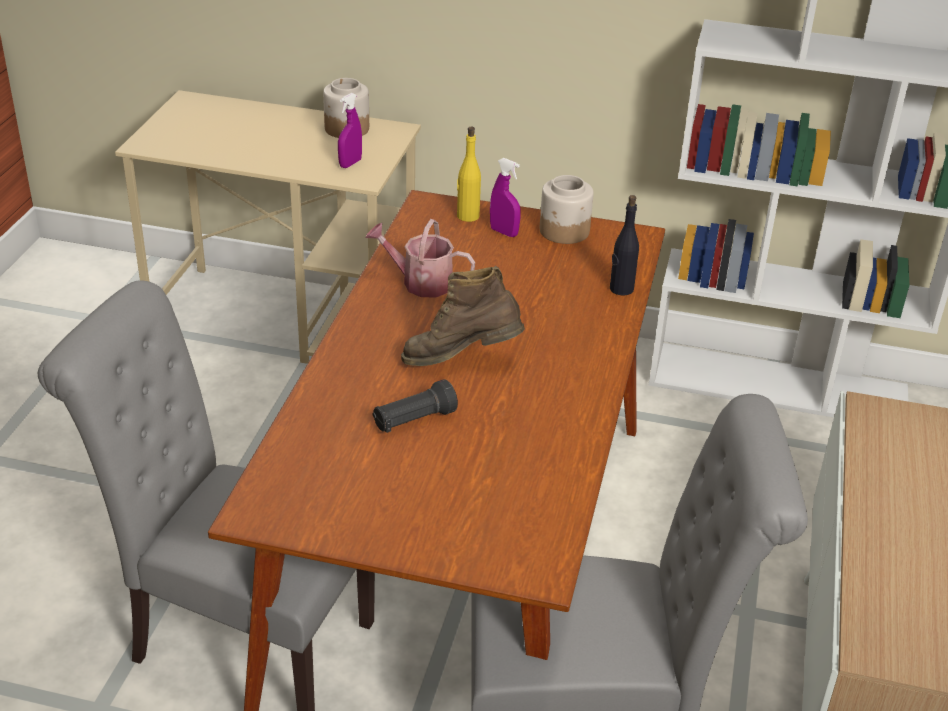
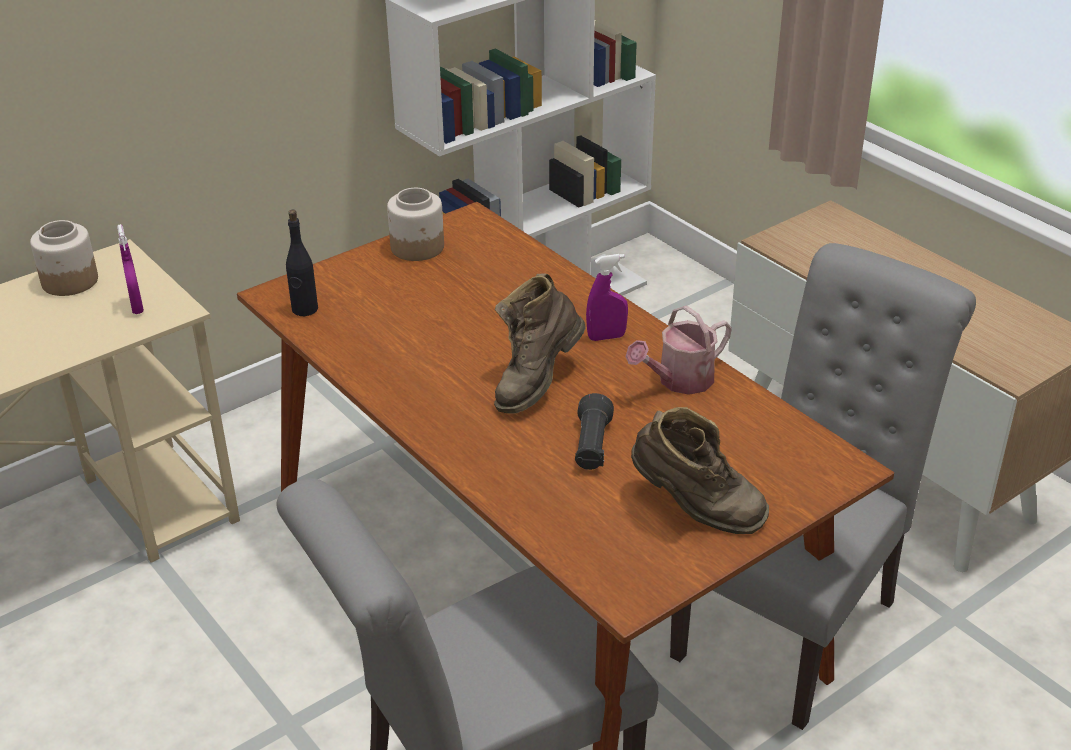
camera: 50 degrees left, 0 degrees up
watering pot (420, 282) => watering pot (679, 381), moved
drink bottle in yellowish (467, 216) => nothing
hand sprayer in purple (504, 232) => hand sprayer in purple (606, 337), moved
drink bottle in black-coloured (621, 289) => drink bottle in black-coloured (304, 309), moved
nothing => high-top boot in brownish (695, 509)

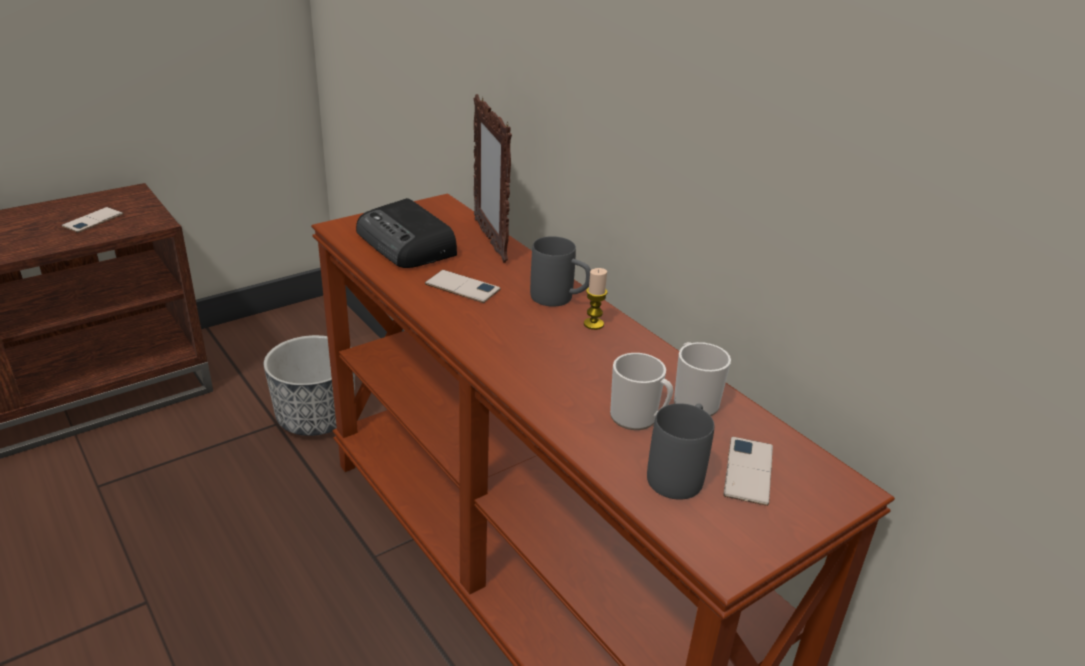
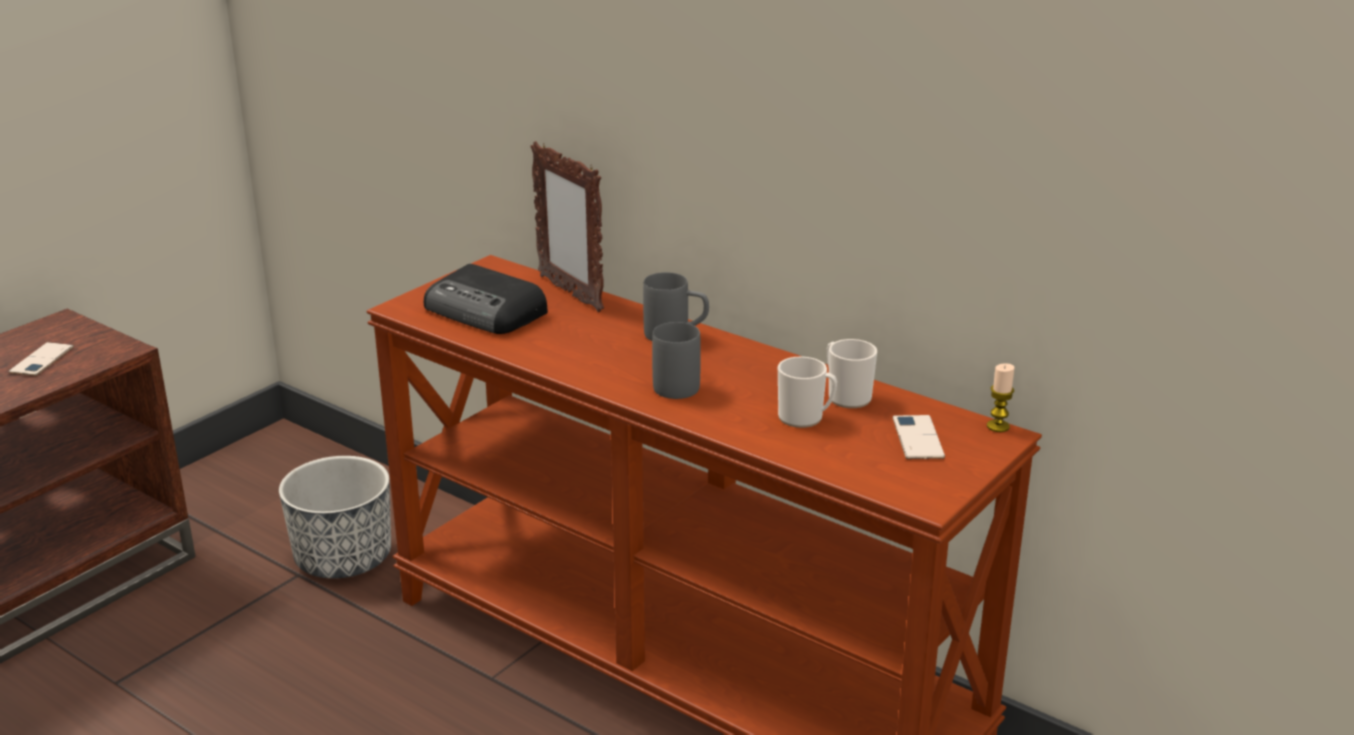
camera: 15 degrees left, 5 degrees down
phone (462, 287) => nothing
wax light (593, 324) => wax light (998, 426), moved
mug in gray (679, 472) => mug in gray (678, 383), moved

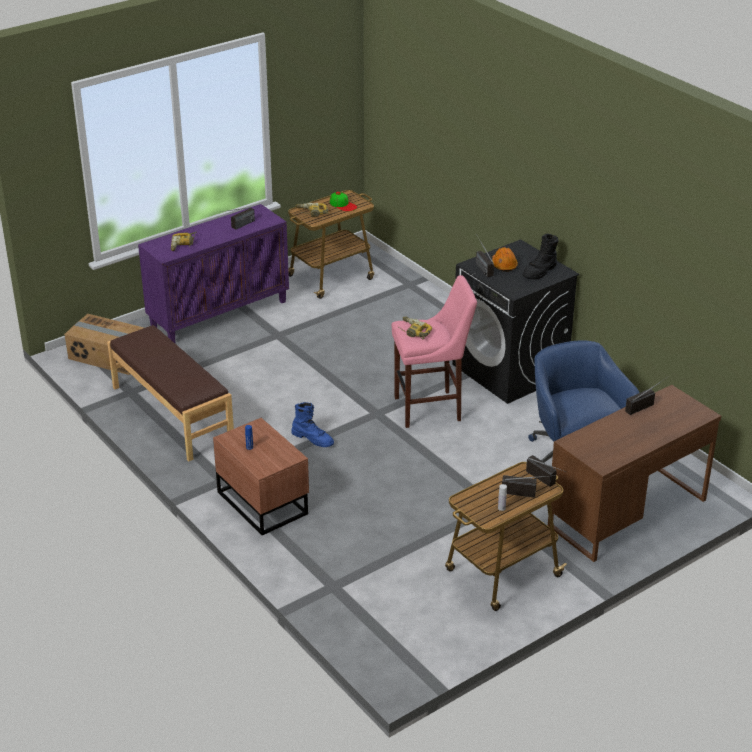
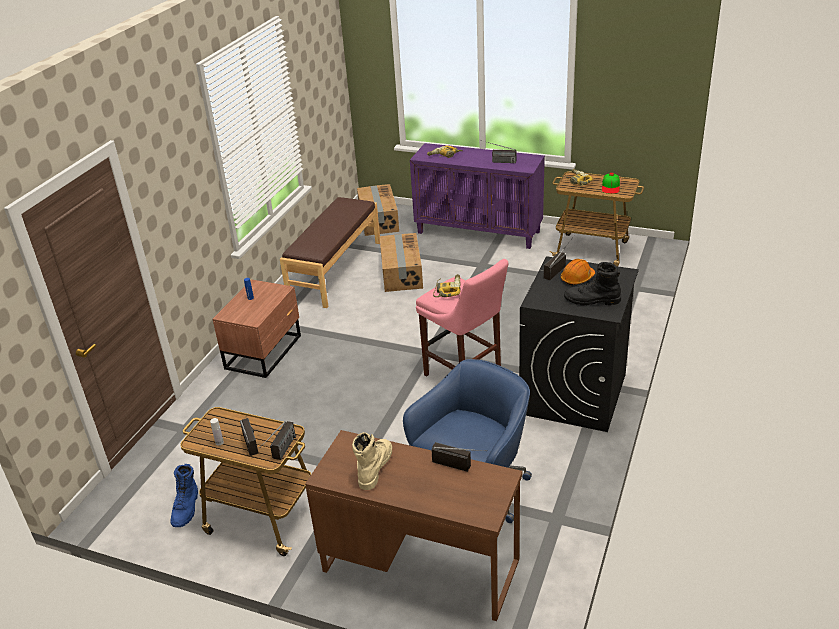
camera: 60 degrees right, 0 degrees up
high-top boot in blue-coloured (313, 439) => high-top boot in blue-coloured (186, 508), moved
nothing => high-top boot in beige (374, 467)
nothing => cardboard box (401, 273)

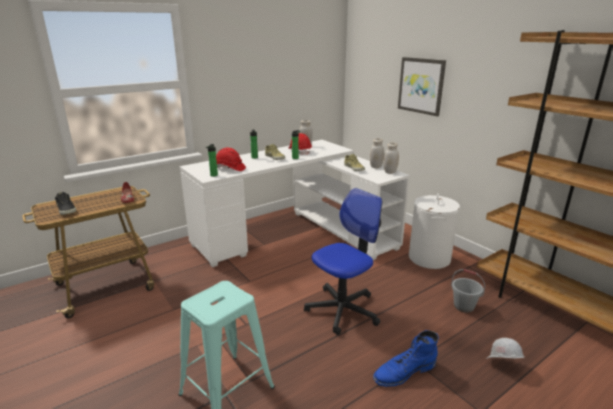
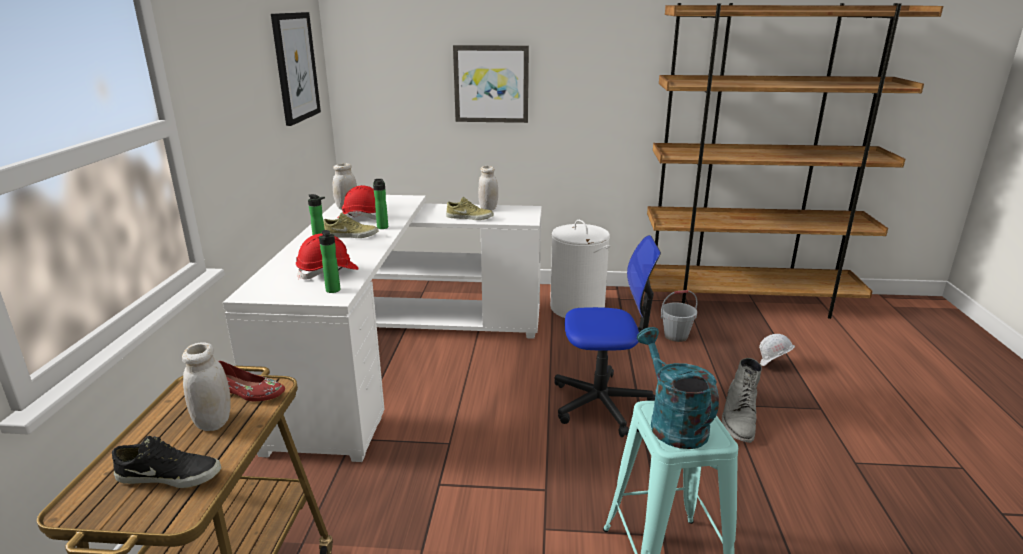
camera: 50 degrees left, 0 degrees up
computer chair (342, 310) => computer chair (602, 403), 90 degrees clockwise
high-top boot in blue-coloured (404, 371) => high-top boot in gray (739, 419)
jar in white (390, 172) => jar in white (214, 422), moved
nothing => wall art (295, 67)
nothing => watering pot in turquoise (672, 422)

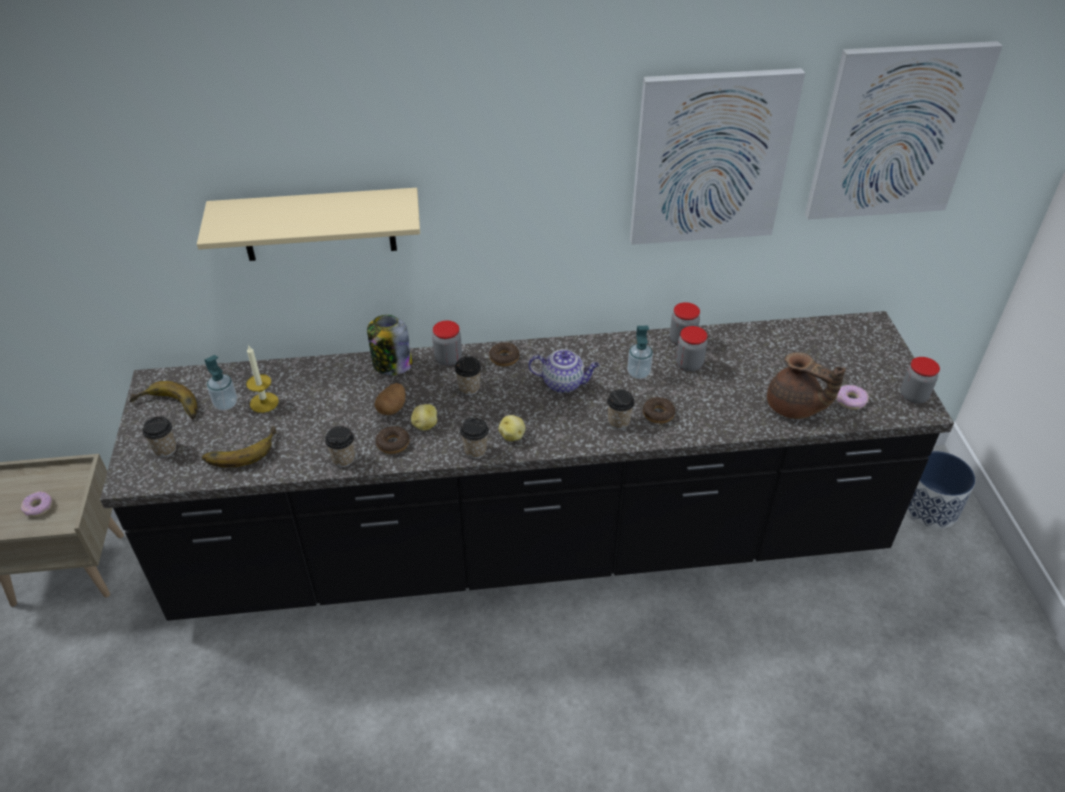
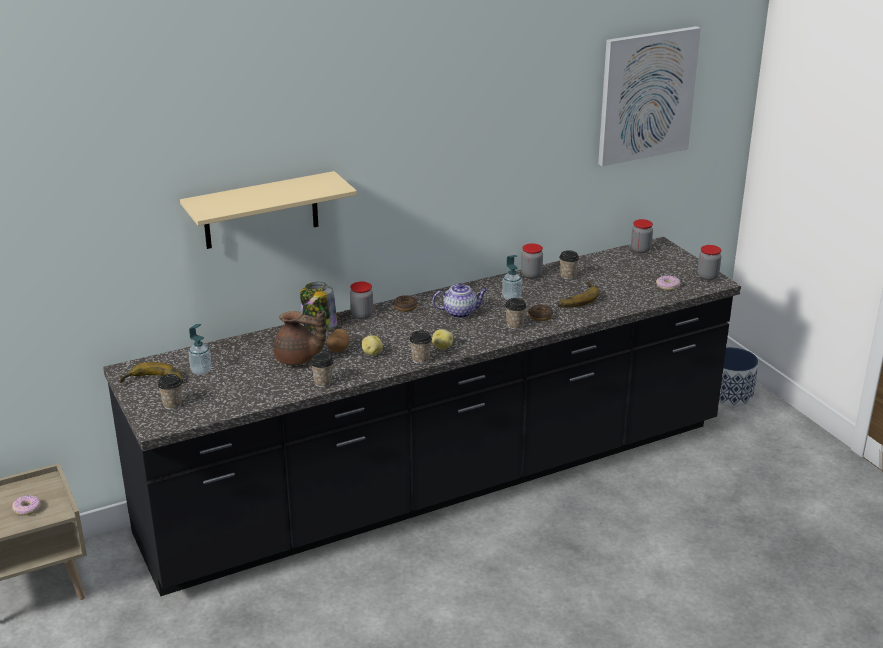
camera: 20 degrees left, 15 degrees down
banana fruit (240, 449) => banana fruit (575, 298), moved
wax light (264, 402) => nothing
doughnut (393, 444) => nothing
drinking cup (469, 388) => drinking cup (568, 276), moved
wall art (710, 158) => nothing
jar (689, 364) => jar (640, 250), moved
tea pot in brownish (794, 408) => tea pot in brownish (298, 359), moved

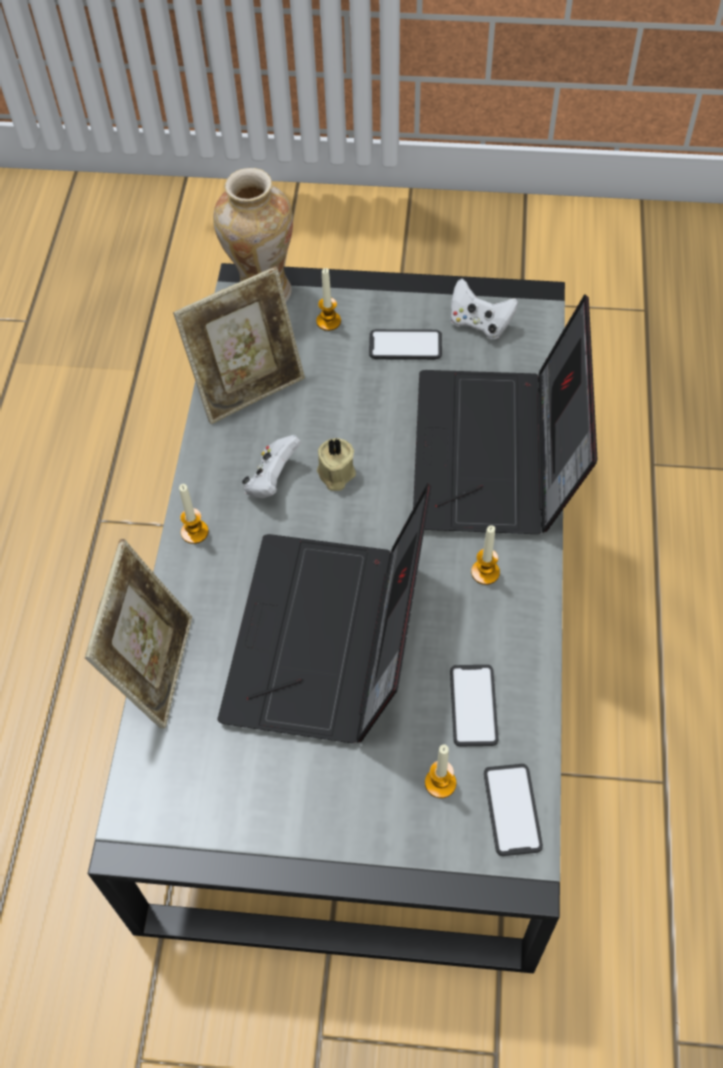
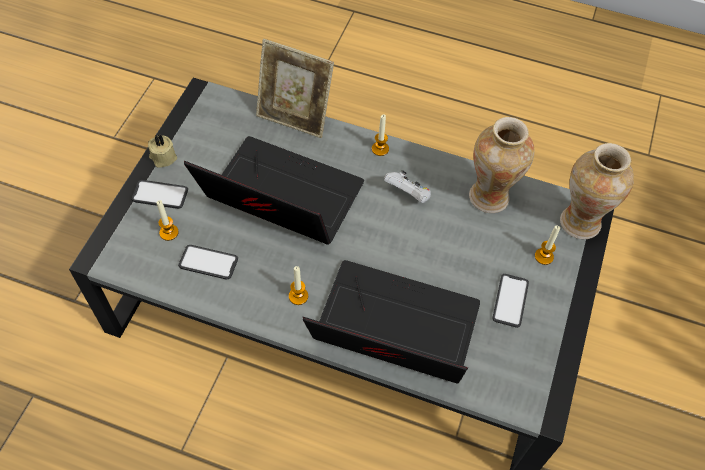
camera: 100 degrees right, 0 degrees up
picture frame (248, 387) => vase (490, 197)
wax light in beige (335, 474) => wax light in beige (163, 157), moved
gamepad in white (479, 323) => nothing
phone (512, 810) => phone (160, 195), moved

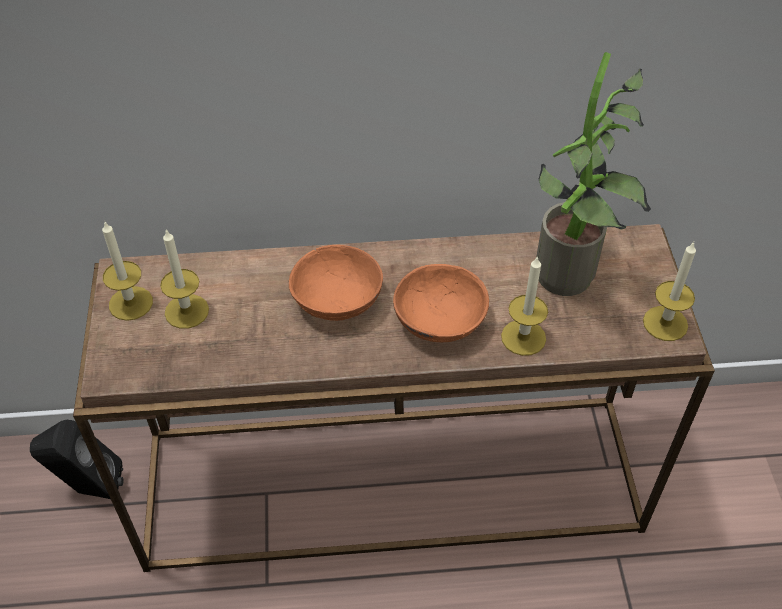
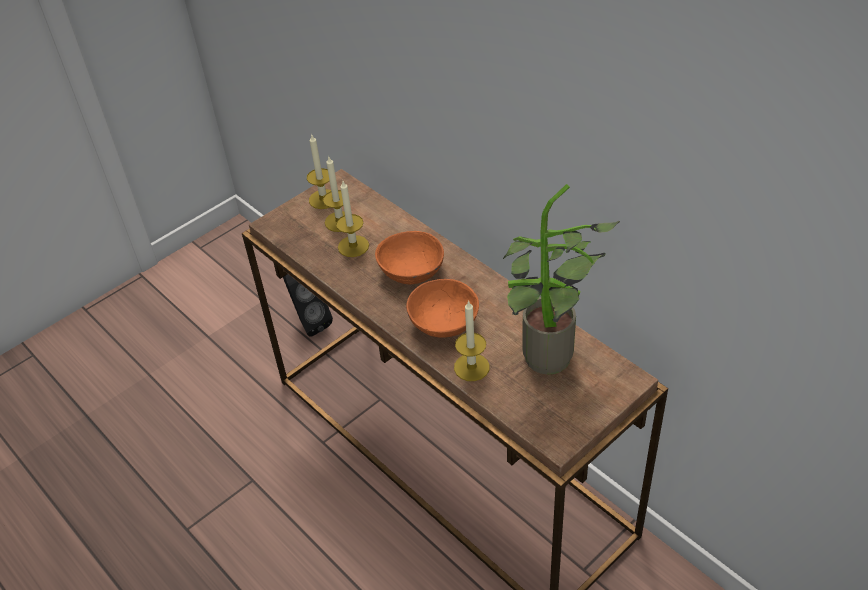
camera: 55 degrees right, 5 degrees down
wax light (665, 323) => wax light (353, 246), moved

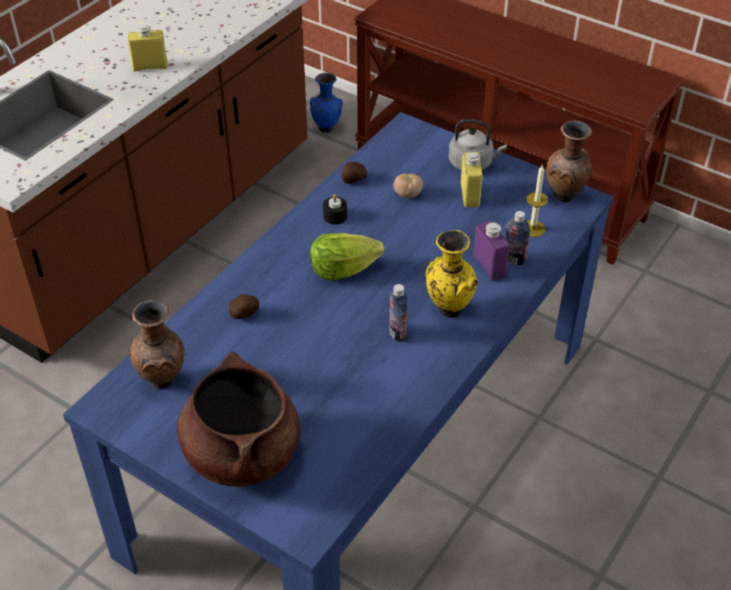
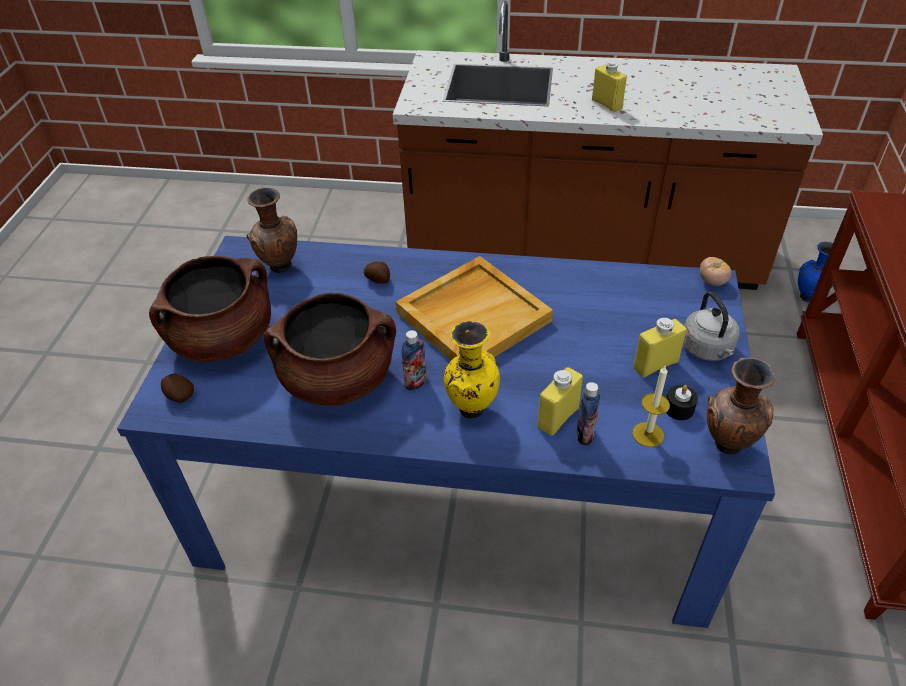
camera: 65 degrees right, 0 degrees up
lettuce head (343, 270) => carrying tray in beige (473, 316)
wax light in black-coloured (335, 216) => wax light in black-coloured (679, 408), moved
whole potato (353, 180) => whole potato (179, 396), moved
fresh tomato (407, 194) => fresh tomato (712, 281), moved
drink bottle in purple (489, 266) => drink bottle in yellowish (558, 417)
nothing => stockpot in brownish (338, 379)

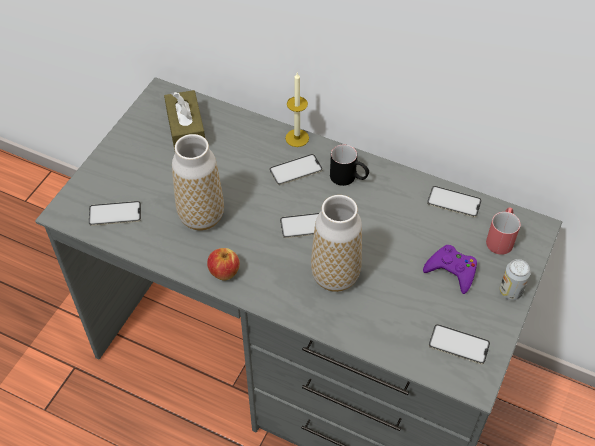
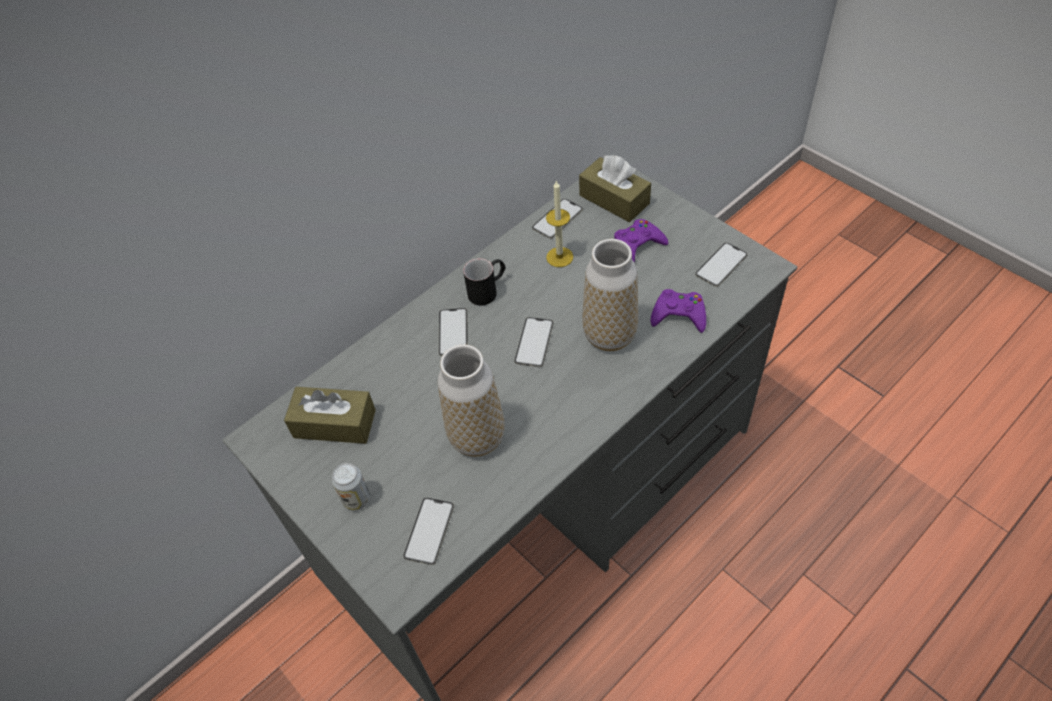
camera: 65 degrees left, 0 degrees up
whole apple (224, 271) => nothing
wax light (297, 138) => wax light (559, 257), moved
mug in reddish (501, 238) => box of tissues in brownish (614, 199)
sealed can (510, 291) => sealed can (356, 499), moved
nothing => gamepad in purple (679, 314)

